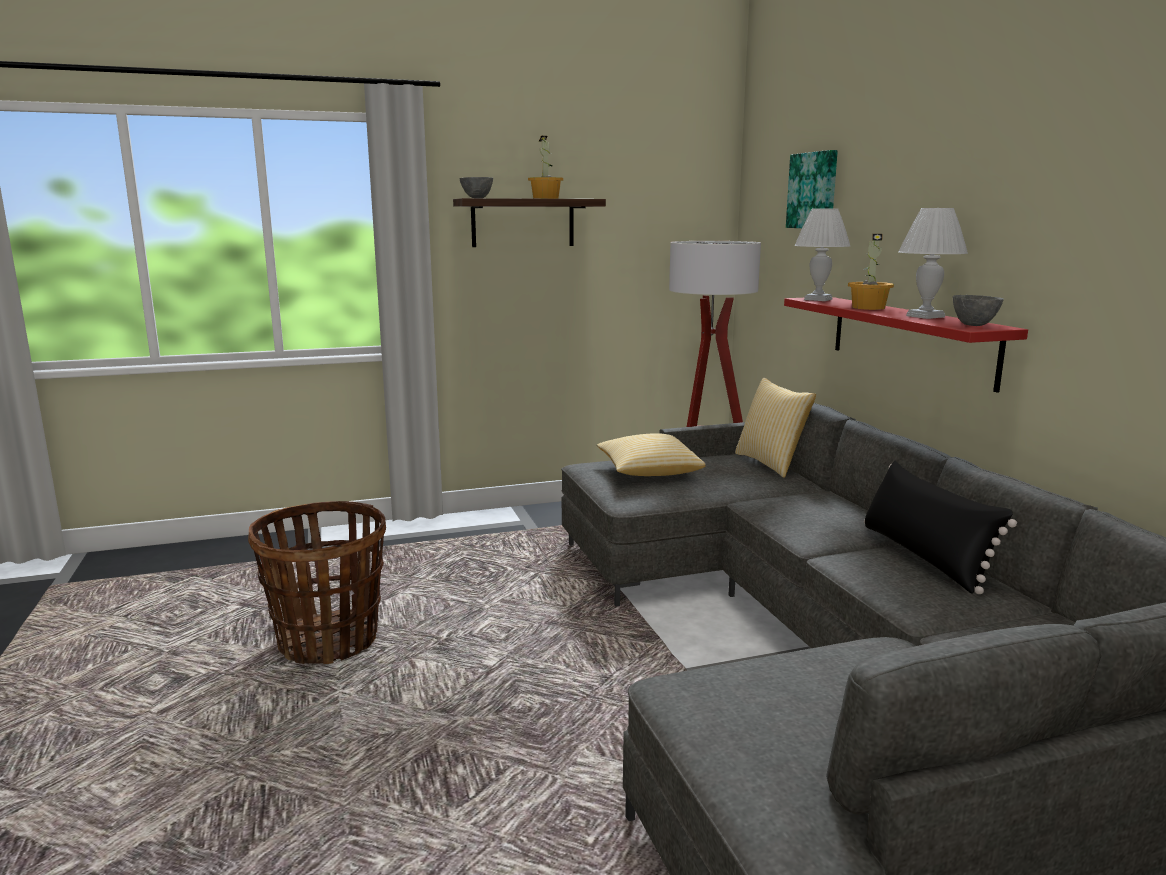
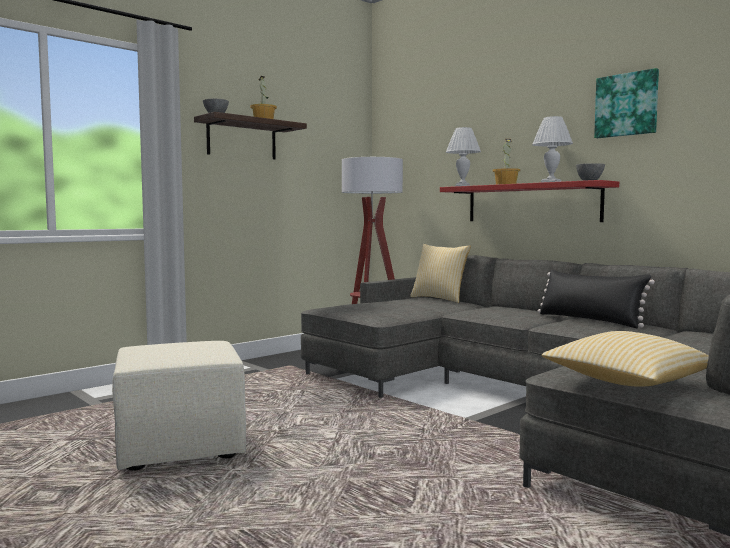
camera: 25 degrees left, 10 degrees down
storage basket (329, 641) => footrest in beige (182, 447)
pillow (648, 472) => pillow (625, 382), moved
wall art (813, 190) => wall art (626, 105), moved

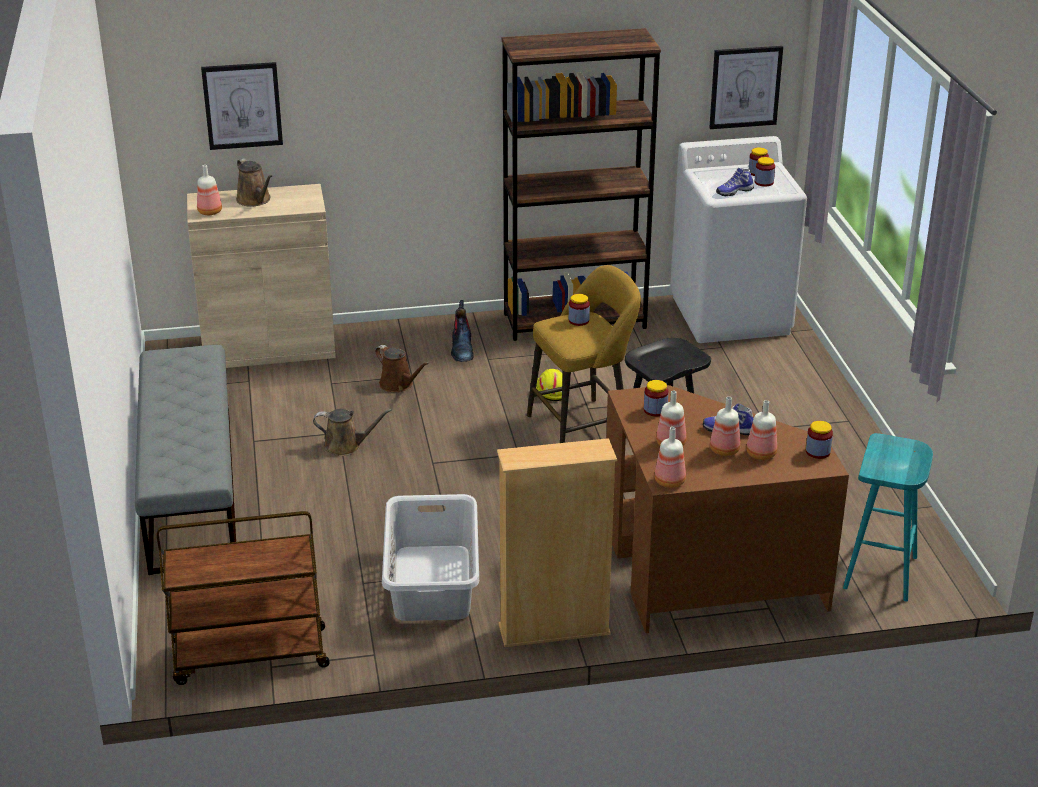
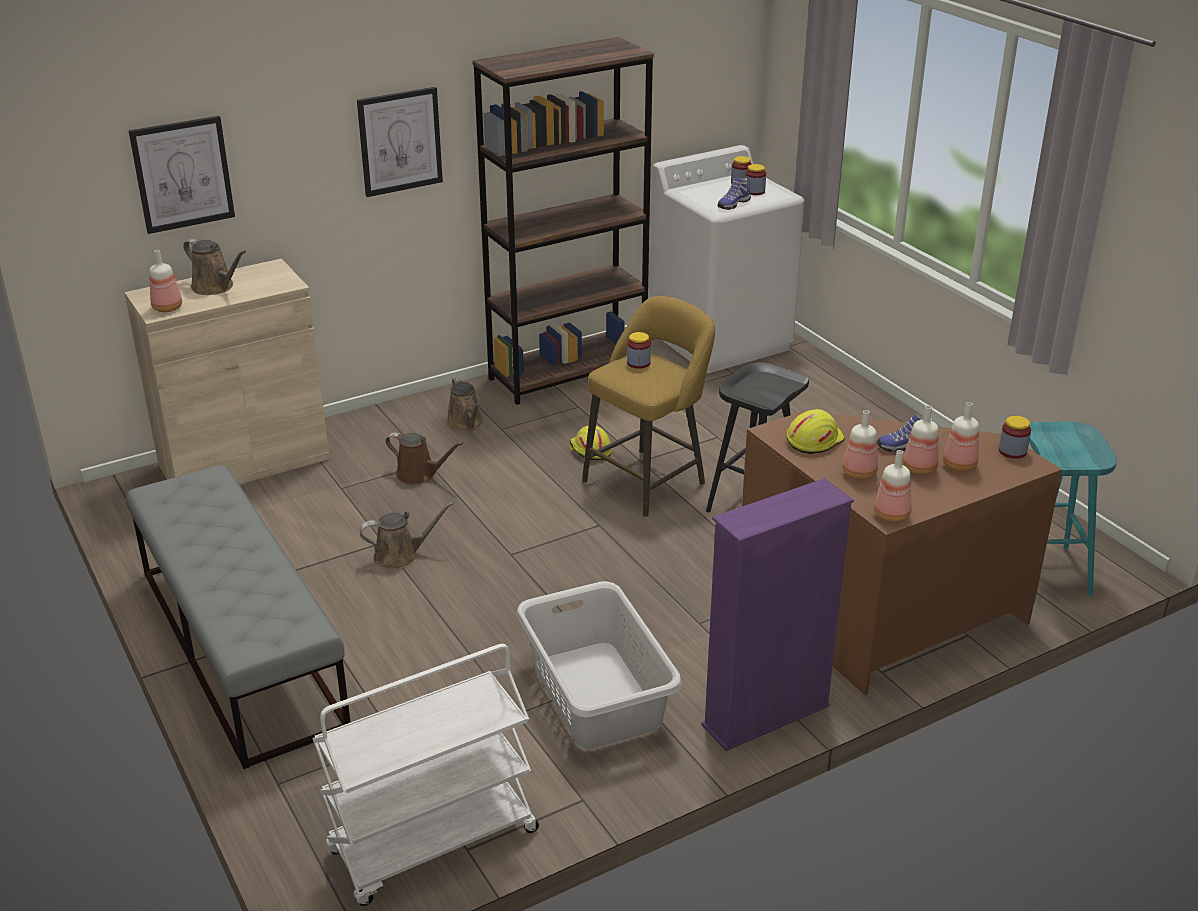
camera: 20 degrees left, 0 degrees up
trolley in brownish (249, 657) => trolley in white (432, 843)
high-top boot (462, 349) => watering pot in brownish (466, 423)
bookcase in beige (554, 630) => bookcase in purple (766, 716)
jar (655, 410) => hard hat in yellowish (813, 440)
wall art (745, 87) => wall art (400, 141), moved

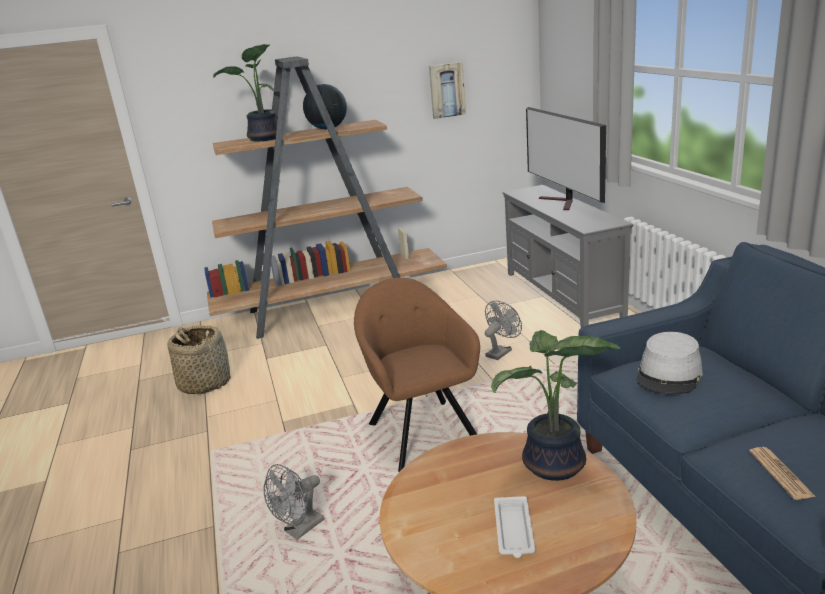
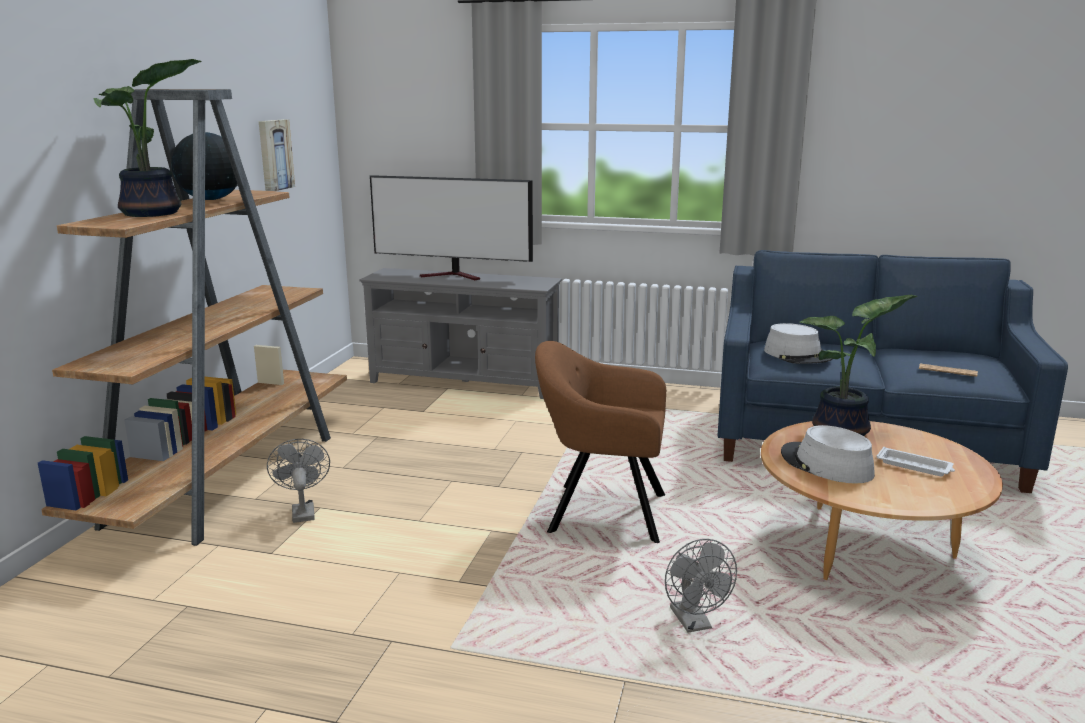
camera: 60 degrees left, 5 degrees down
storage basket (204, 383) => nothing
fan in gray (501, 352) => fan in gray (302, 511), moved
nothing => wearable hat in gray (826, 464)

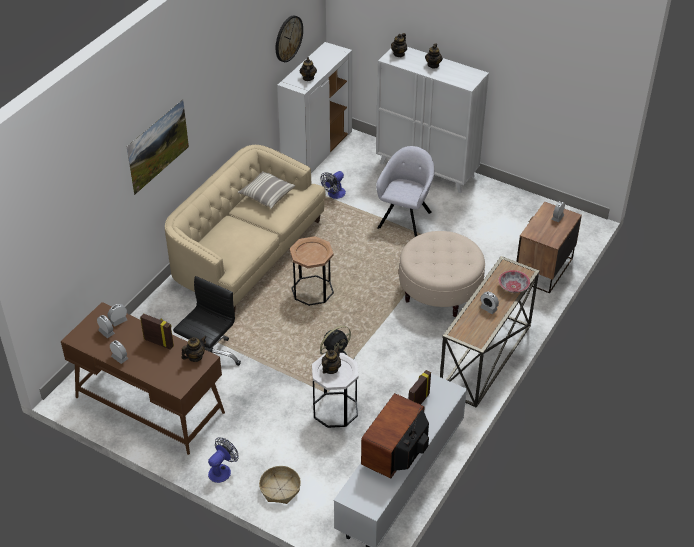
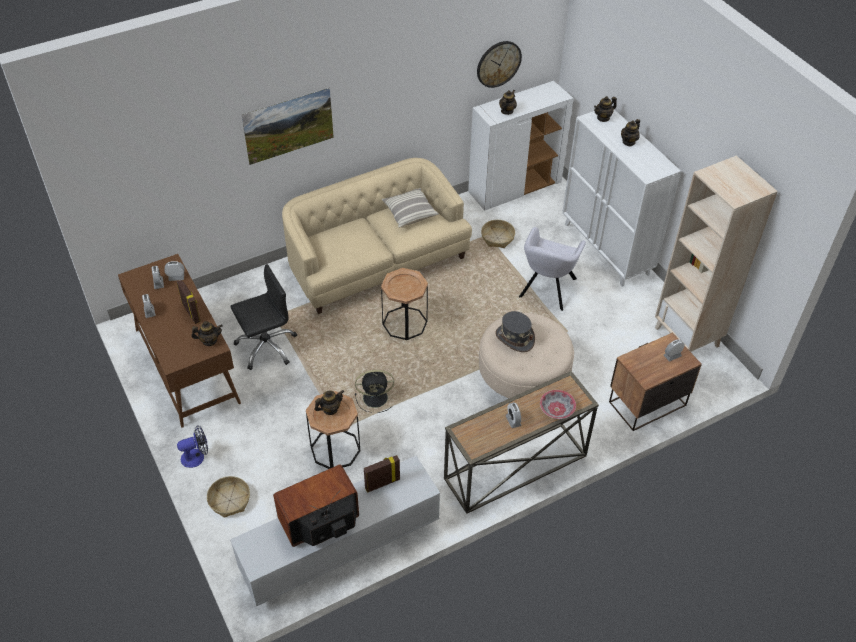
camera: 30 degrees right, 5 degrees up
side table in white (335, 410) => side table in brownish (335, 449)
fan (334, 194) => storage basket (497, 238)
lounge chair in gray (405, 218) => lounge chair in gray (546, 289), 150 degrees clockwise
nothing => wearable hat in gray (514, 338)
nothing => bookcase in beige (687, 337)

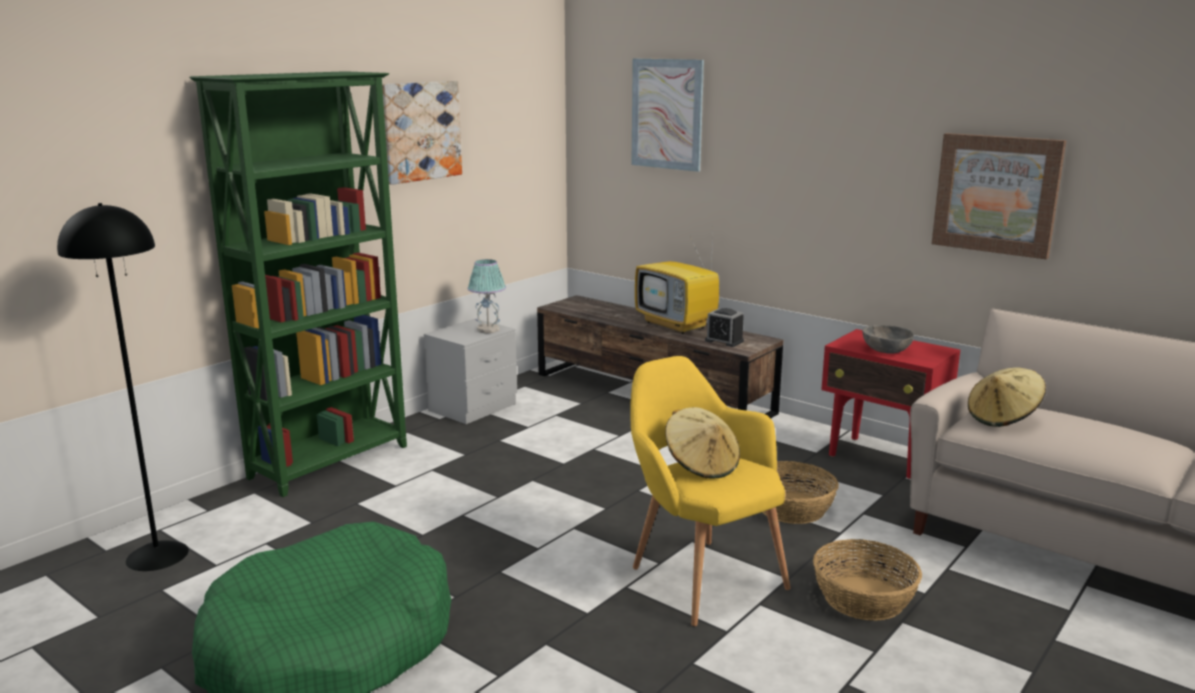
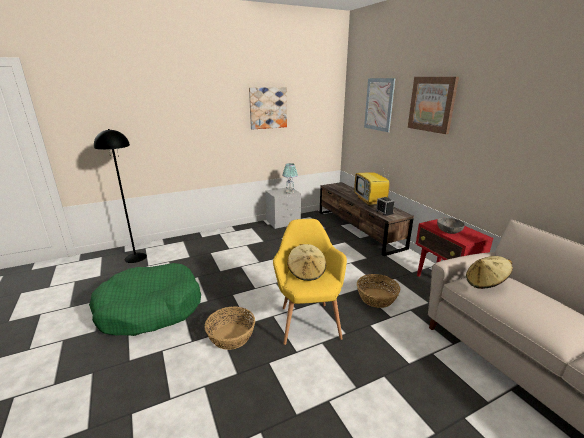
camera: 25 degrees right, 5 degrees up
bookcase in green-coloured (331, 462) => nothing
storage basket (863, 598) => storage basket (231, 336), moved
wall art (996, 194) => wall art (432, 104), moved

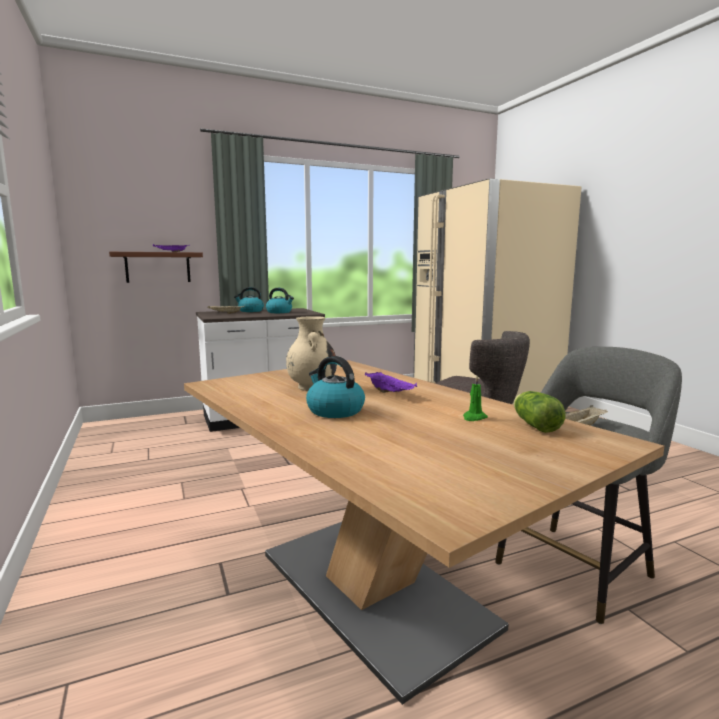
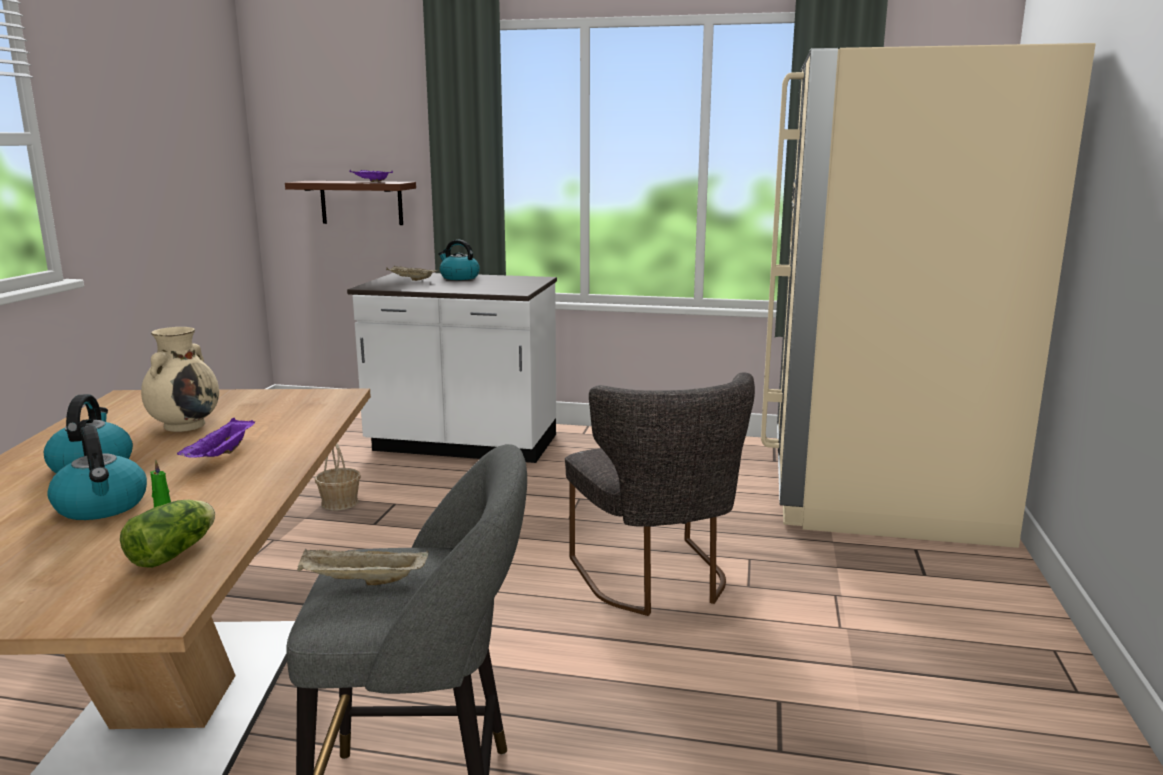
camera: 35 degrees right, 5 degrees up
tea kettle (279, 312) => tea kettle (102, 506), moved
nothing => storage basket (340, 502)

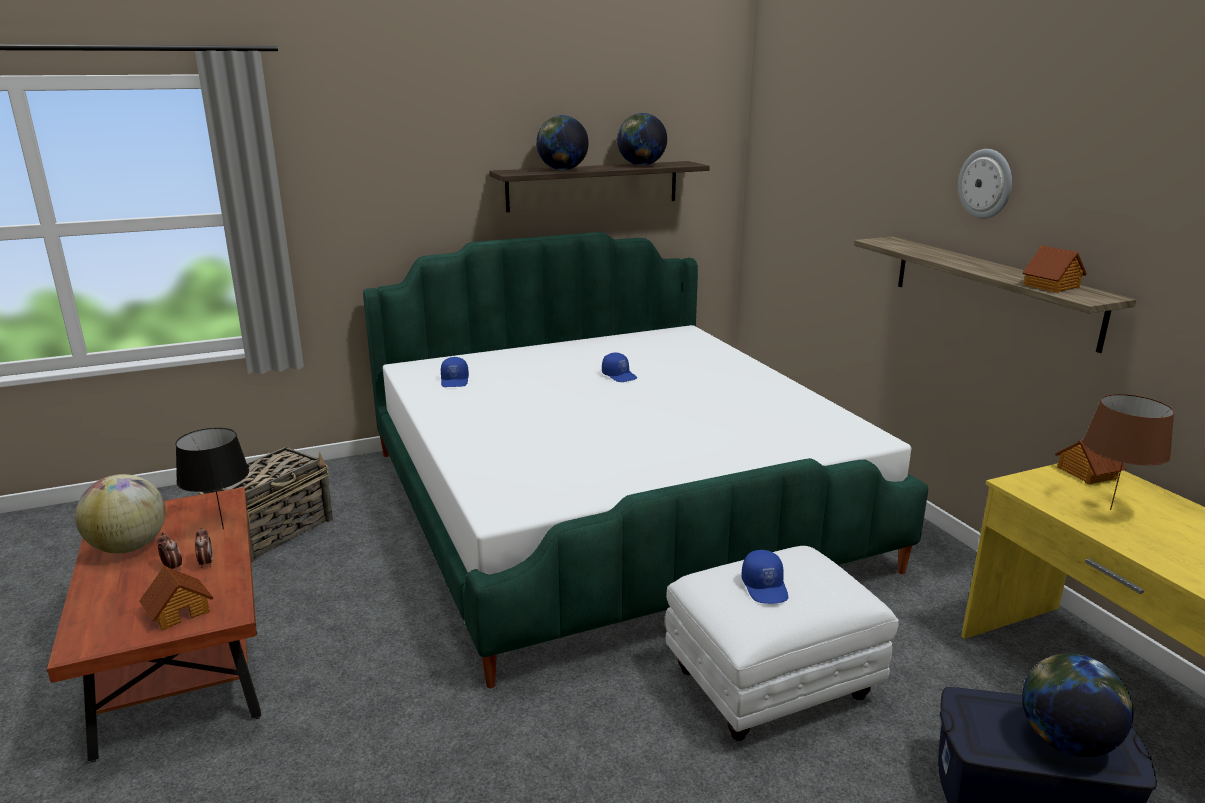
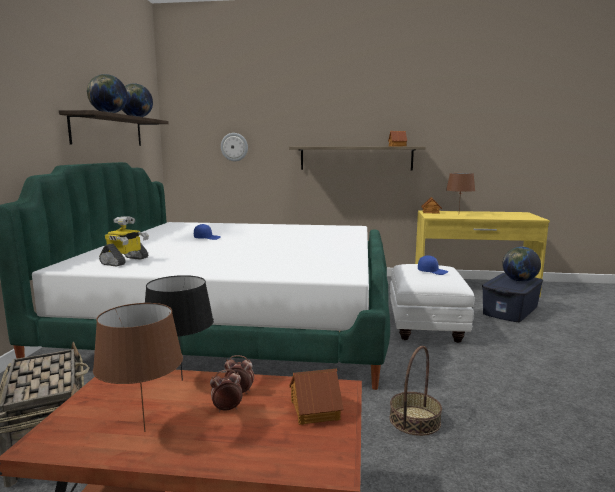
camera: 60 degrees left, 10 degrees down
globe (129, 547) => tabletop lamp in brownish (143, 431)
baseball cap in blue-coloured (455, 381) => model robot (125, 261)
clock on the wall (986, 183) => clock on the wall (234, 147), moved
nothing => storage basket (415, 420)

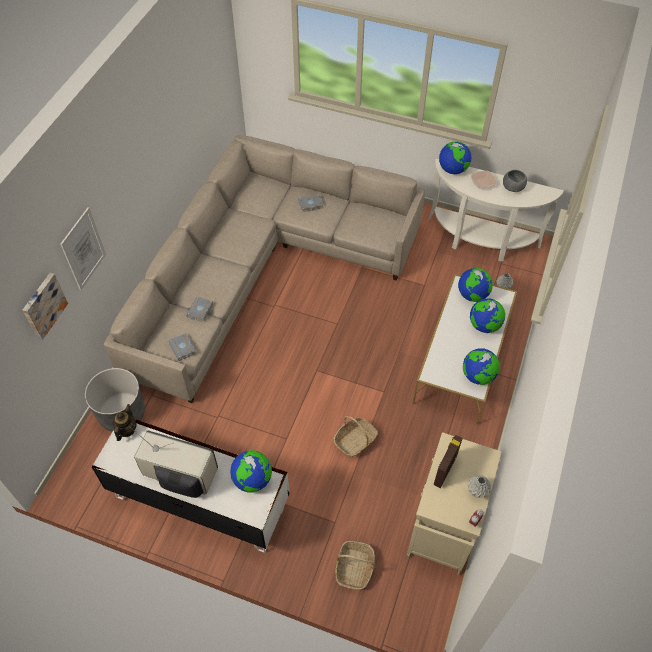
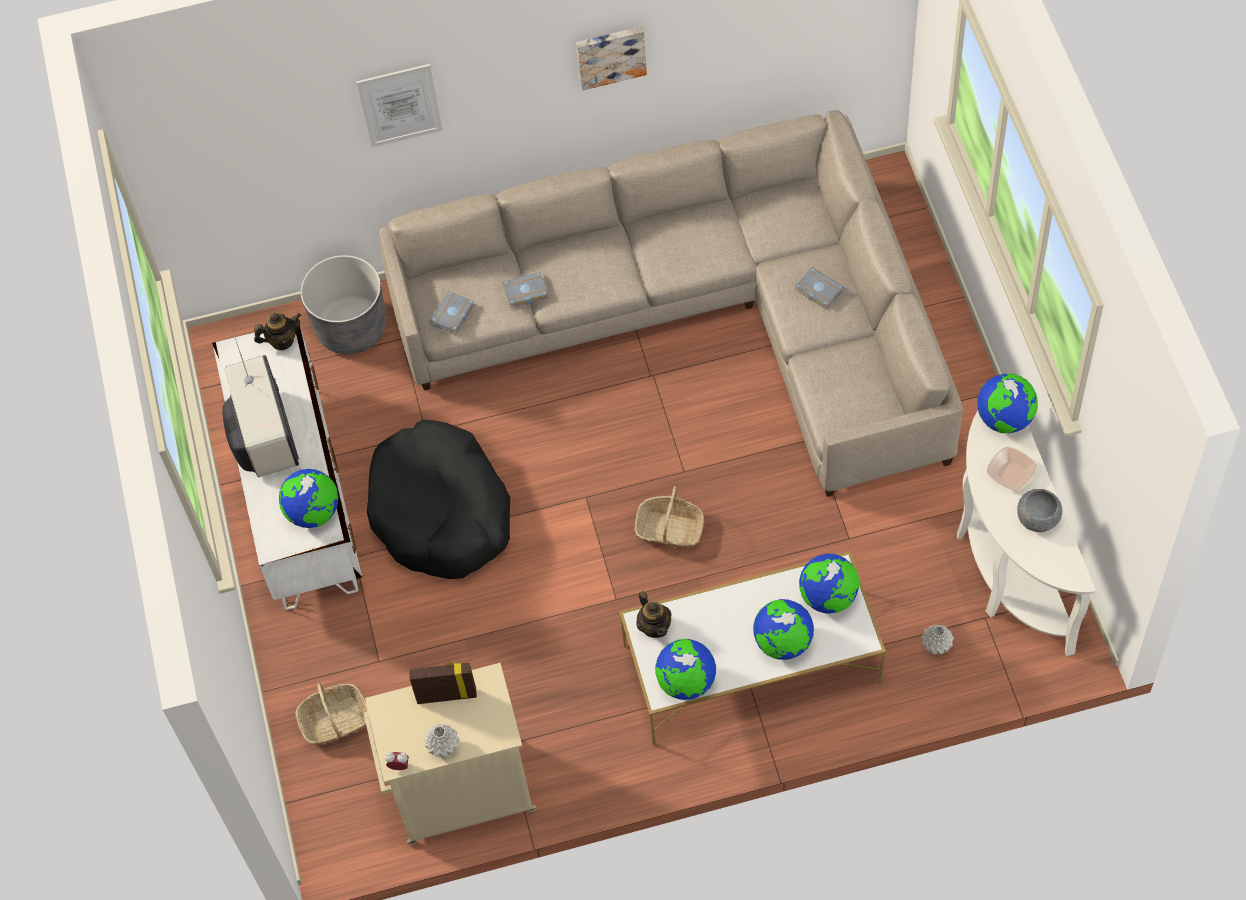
camera: 60 degrees right, 5 degrees up
wall art (43, 305) => wall art (610, 55), moved
storage basket (355, 440) => storage basket (669, 529), moved
nothing => dog cushion in black-coloured (441, 512)
nothing => tea pot (654, 626)

